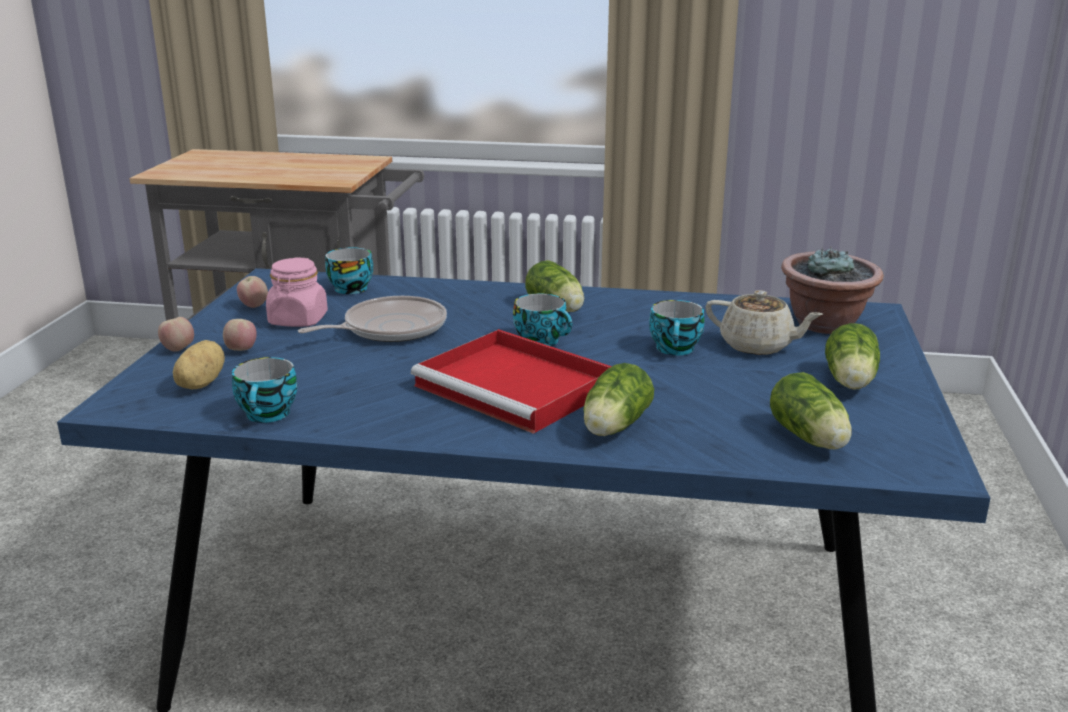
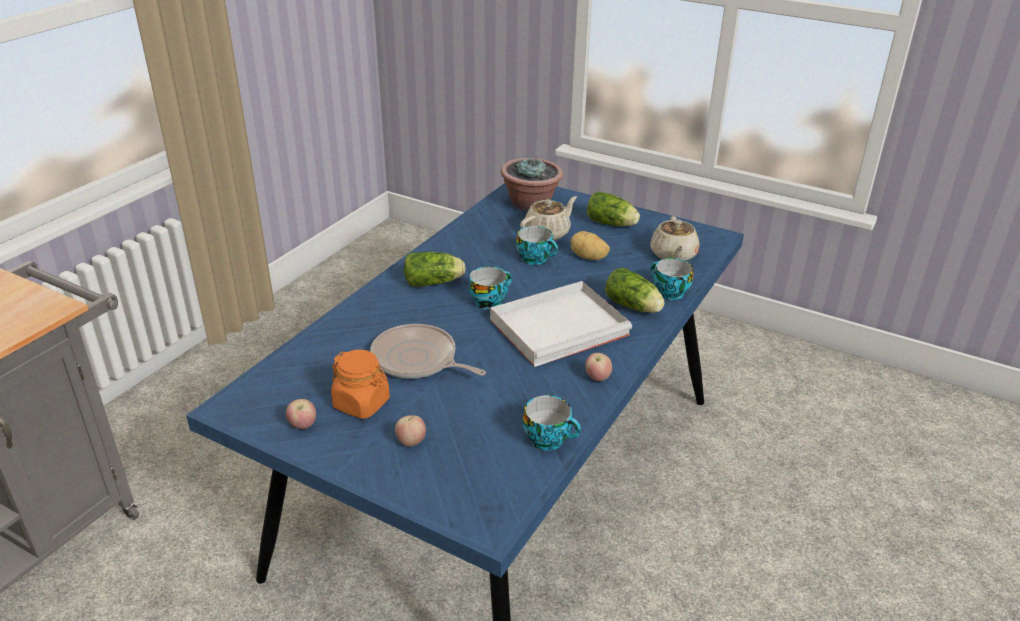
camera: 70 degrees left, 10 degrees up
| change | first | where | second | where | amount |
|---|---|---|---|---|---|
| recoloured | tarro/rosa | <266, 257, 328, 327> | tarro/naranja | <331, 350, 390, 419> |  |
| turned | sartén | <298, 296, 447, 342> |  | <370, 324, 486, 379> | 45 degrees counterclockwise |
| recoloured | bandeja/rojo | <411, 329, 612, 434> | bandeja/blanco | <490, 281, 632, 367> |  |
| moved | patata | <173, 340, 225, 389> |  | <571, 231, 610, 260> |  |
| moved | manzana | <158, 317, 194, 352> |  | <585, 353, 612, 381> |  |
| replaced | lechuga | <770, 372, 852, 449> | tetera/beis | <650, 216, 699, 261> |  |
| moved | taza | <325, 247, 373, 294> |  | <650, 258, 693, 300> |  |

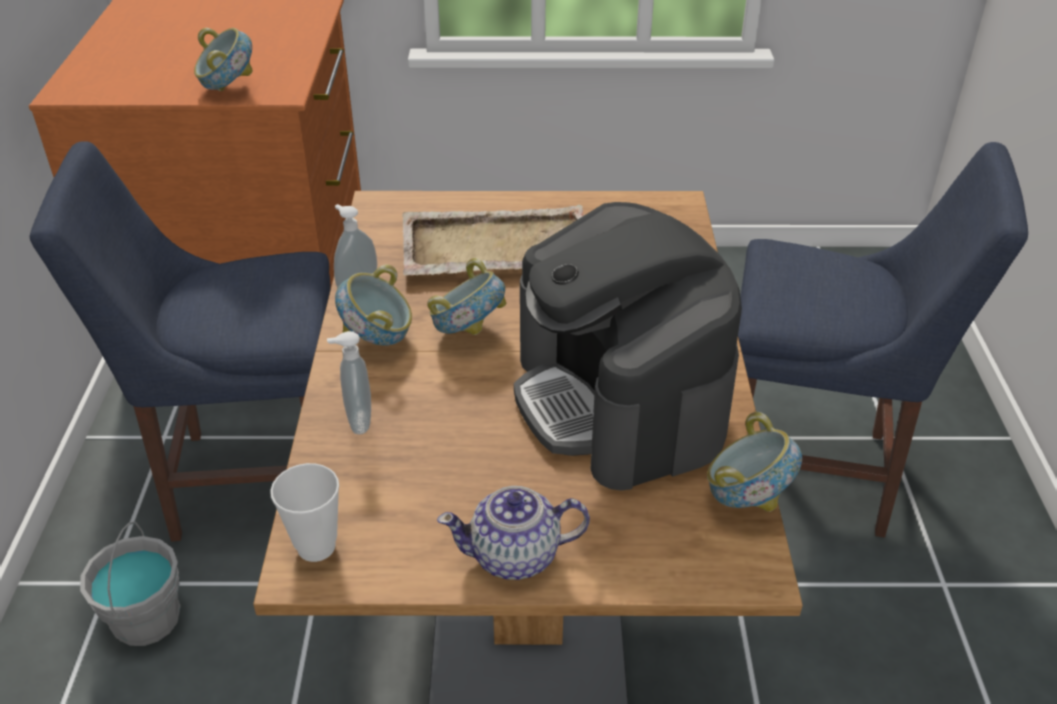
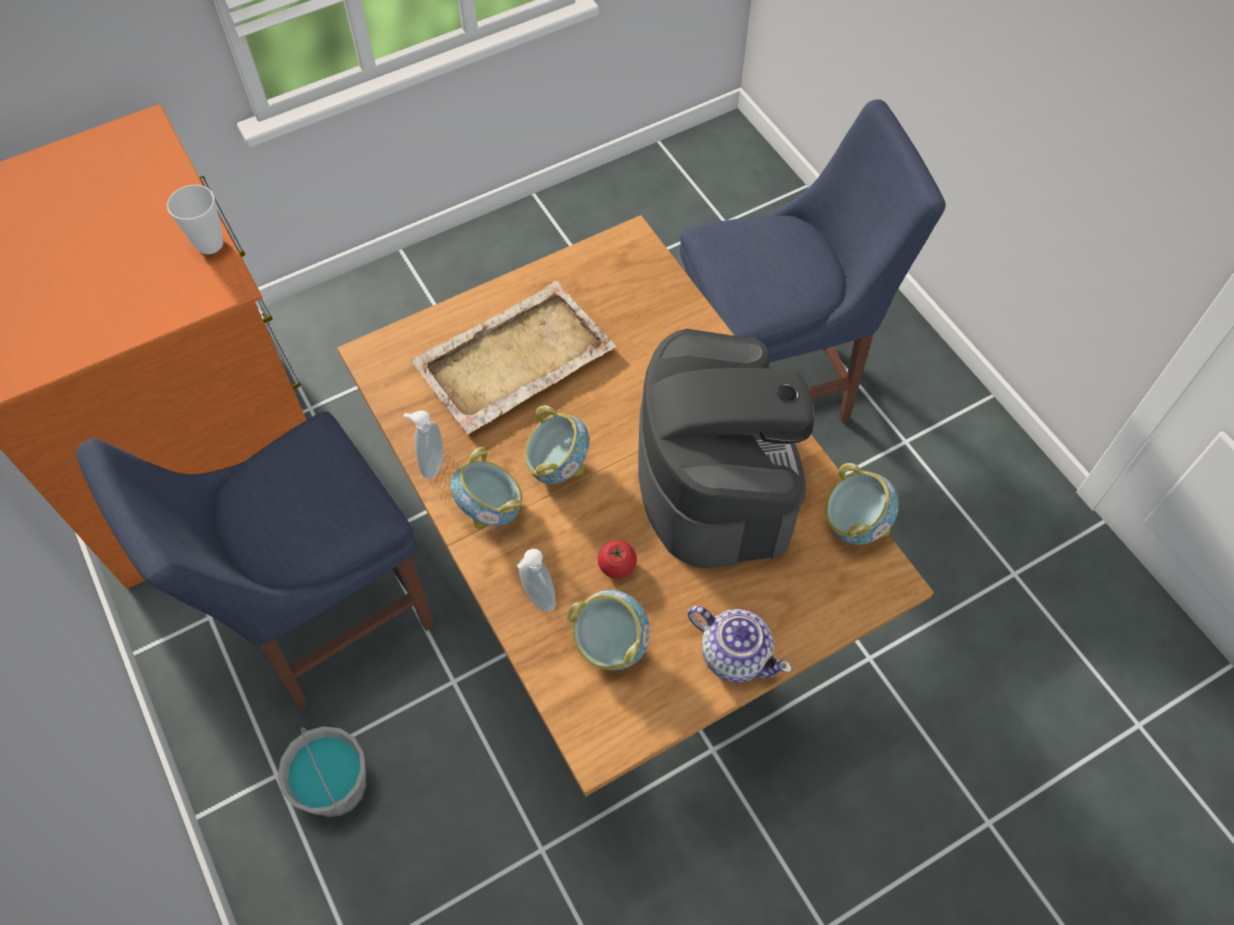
camera: 30 degrees left, 20 degrees up
| change | first | where | second | where | amount |
|---|---|---|---|---|---|
| moved | taza | <270, 463, 339, 562> |  | <167, 185, 223, 254> |  |
| moved | cuenco | <194, 28, 253, 91> |  | <566, 590, 650, 671> |  |
| added |  |  | tomate | <598, 540, 637, 579> |  |
| turned | cafetera | <514, 202, 742, 491> |  | <638, 329, 814, 568> | 135 degrees counterclockwise |
| turned | tetera | <437, 486, 590, 580> |  | <688, 606, 792, 683> | 105 degrees counterclockwise |

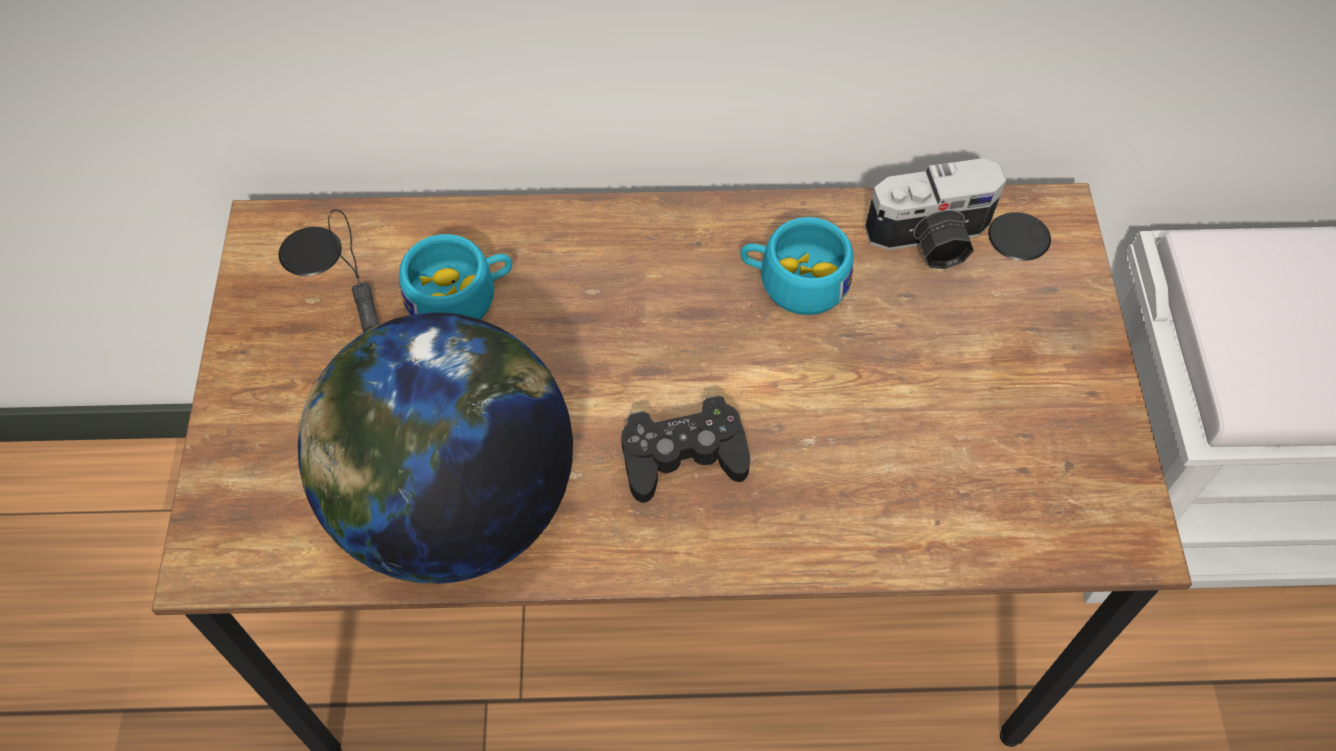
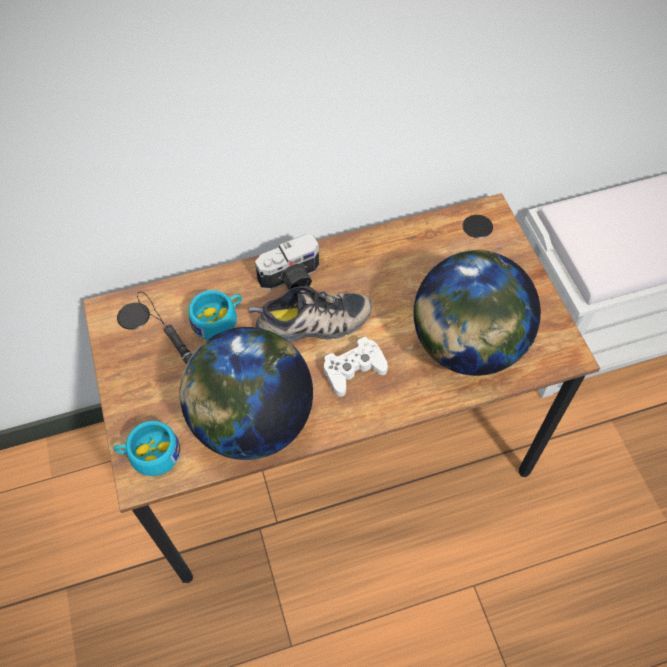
camera: 15 degrees left, 0 degrees up
| change | first | where | second | where | amount |
|---|---|---|---|---|---|
| moved | taza/turquesa | <740, 217, 853, 315> |  | <113, 421, 181, 476> |  |
| added |  |  | zapato | <249, 286, 372, 342> |  |
| moved | cámara | <865, 158, 1006, 269> |  | <255, 234, 319, 290> |  |
| recoloured | mando de consola/negro | <621, 395, 750, 503> | mando de consola/blanco | <324, 336, 388, 397> |  |
| added |  |  | globo terráqueo | <414, 250, 541, 376> |  |

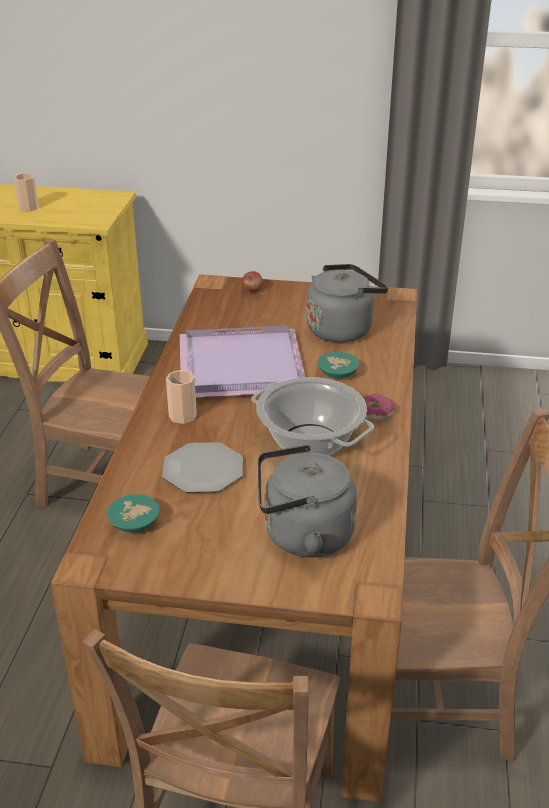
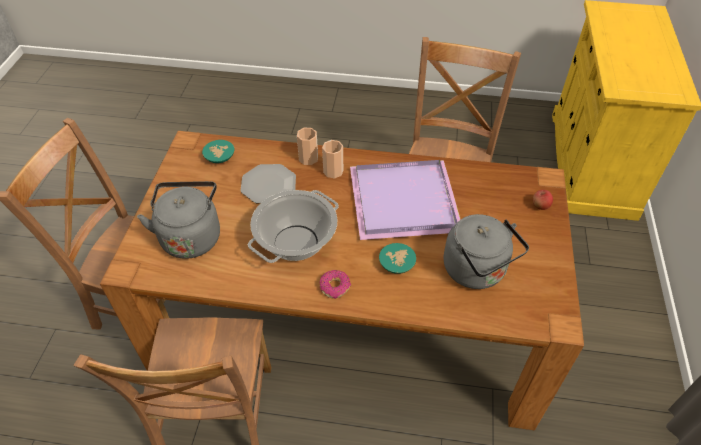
camera: 90 degrees right, 15 degrees up
| change | first | where | second | where | amount |
|---|---|---|---|---|---|
| moved | taza | <14, 173, 39, 211> |  | <297, 128, 318, 165> |  |

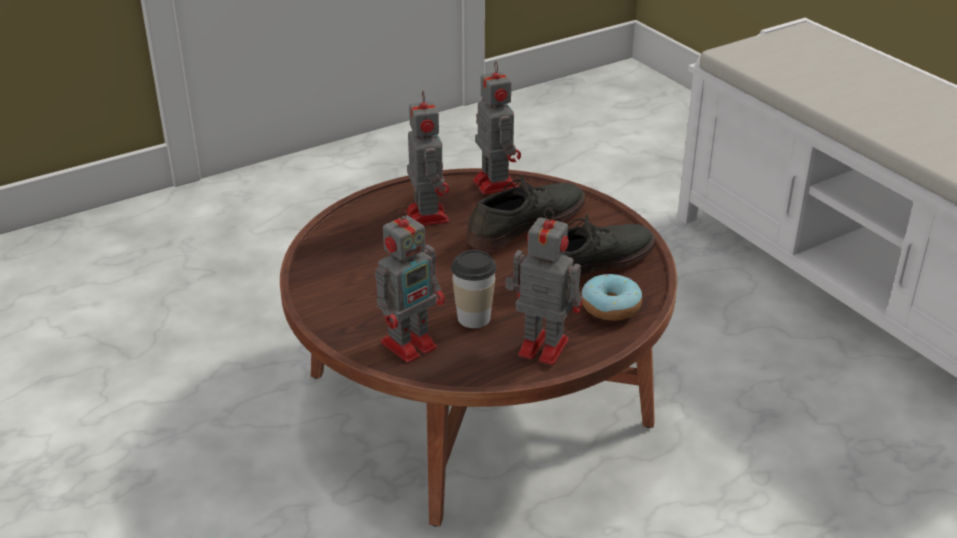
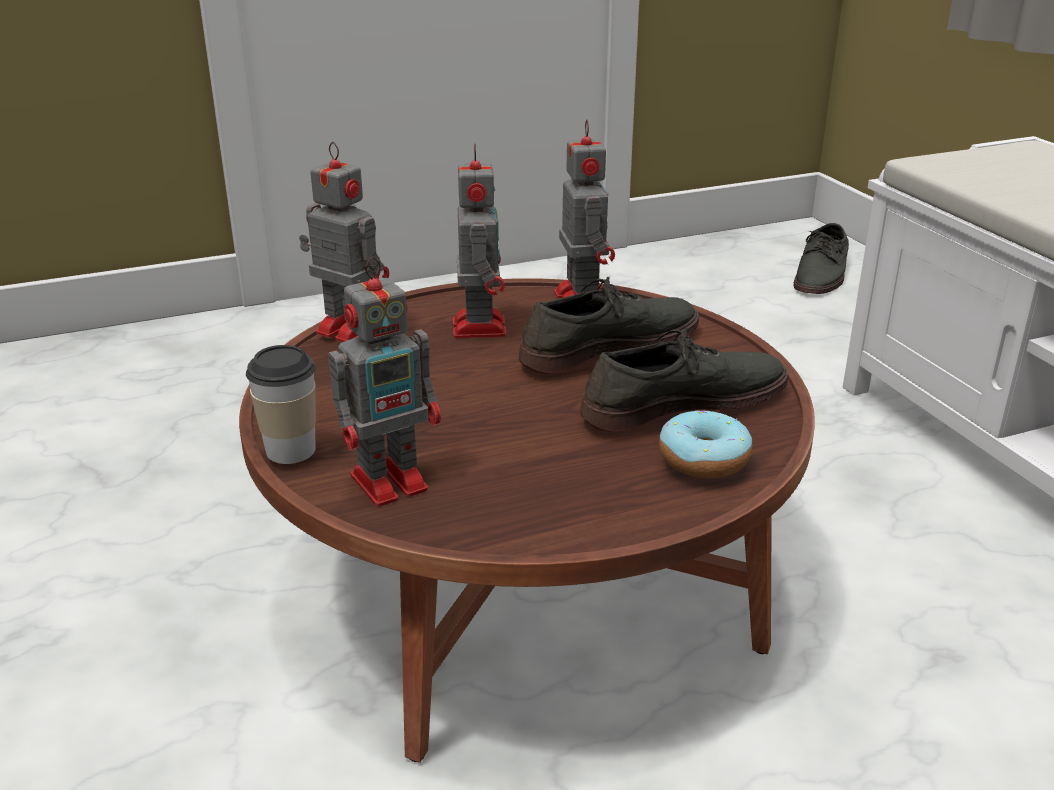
camera: 10 degrees right, 5 degrees down
| change | first | where | second | where | amount |
|---|---|---|---|---|---|
| moved | taza | <451, 250, 497, 328> |  | <246, 345, 316, 464> |  |
| moved | robot de juguete | <505, 207, 583, 365> |  | <299, 142, 389, 342> |  |
| added |  |  | zapato/gris | <793, 223, 849, 294> |  |

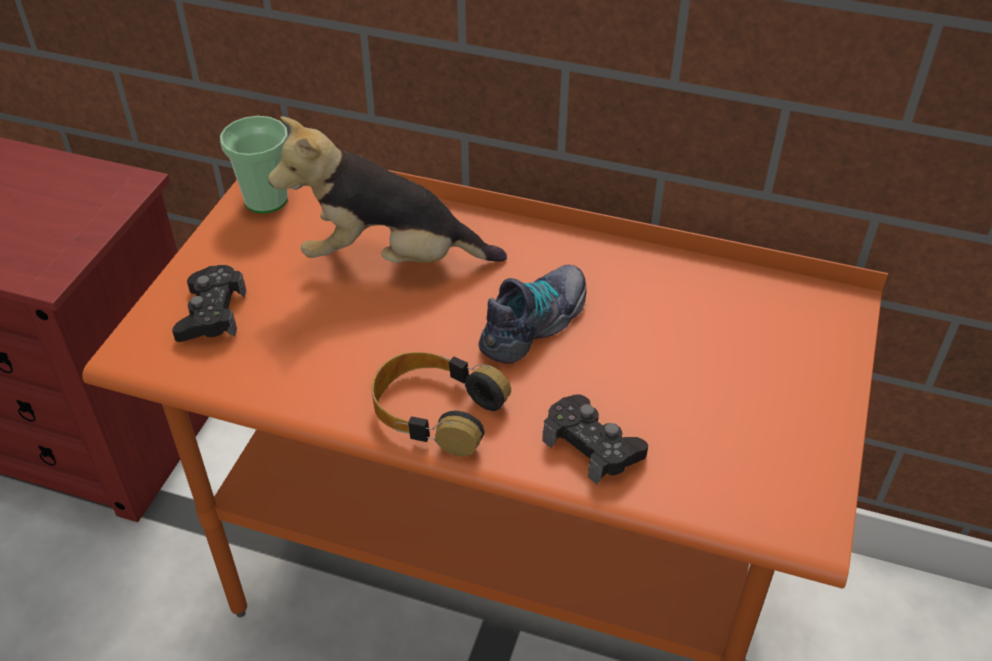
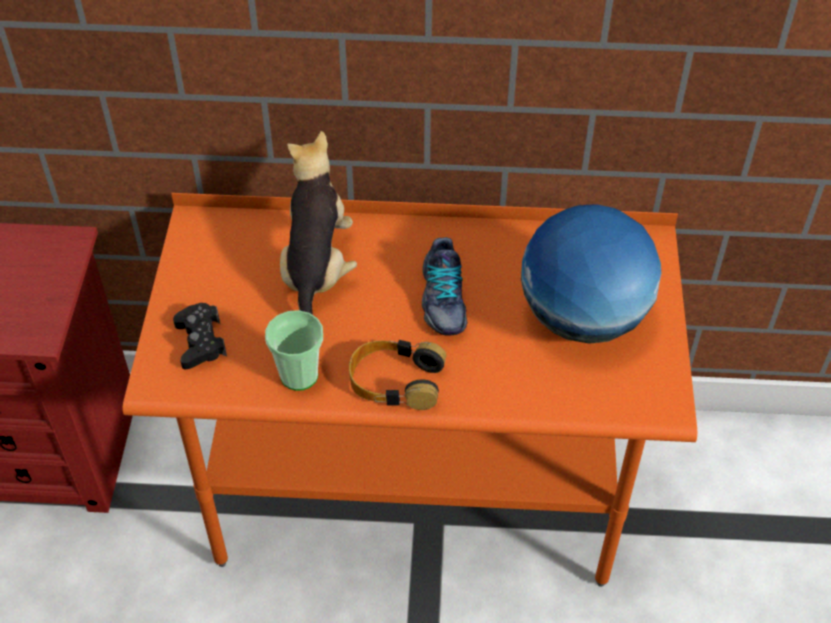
camera: 15 degrees left, 5 degrees up
| change | first | where | second | where | amount |
|---|---|---|---|---|---|
| moved | taza | <220, 116, 288, 214> |  | <265, 310, 323, 391> |  |
| turned | peluche | <268, 116, 507, 263> |  | <280, 131, 357, 315> | 105 degrees clockwise |
| turned | zapato | <478, 265, 586, 364> |  | <422, 237, 468, 336> | 150 degrees clockwise |
| added |  |  | globo terráqueo | <521, 204, 661, 344> |  |
| removed | mando de consola/negro | <542, 394, 648, 484> |  |  |  |

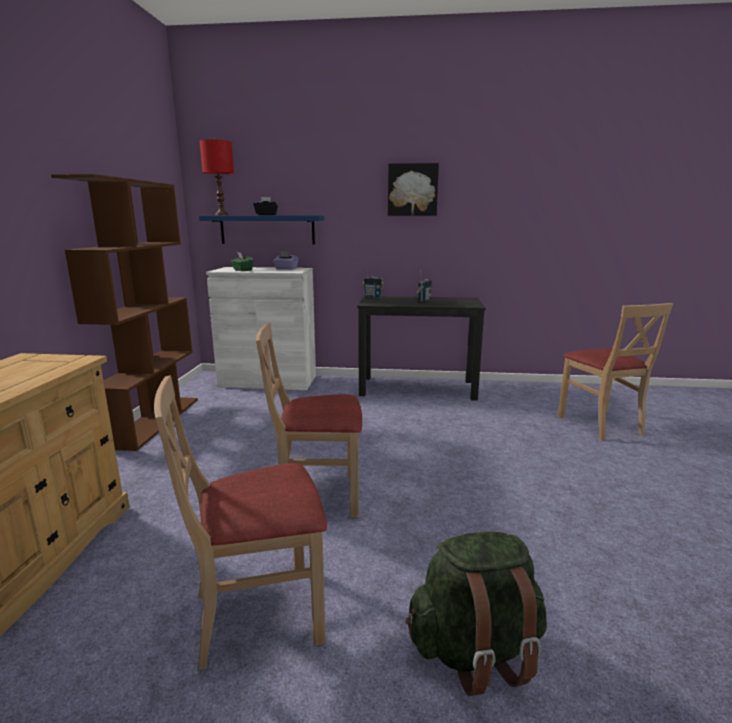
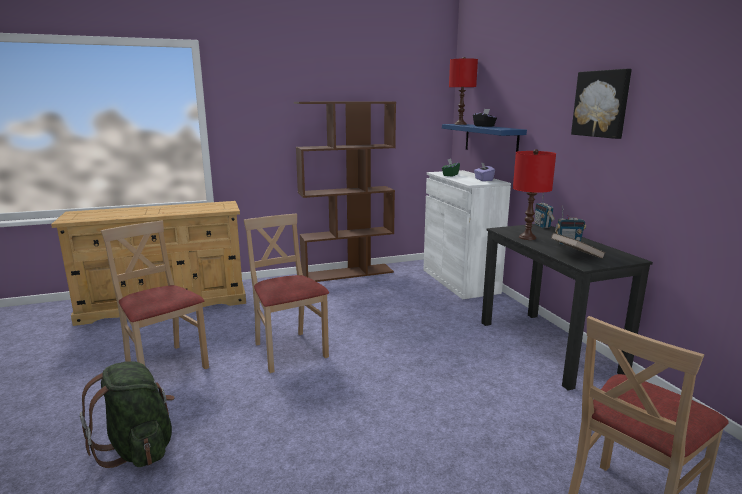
camera: 65 degrees right, 0 degrees up
| change | first | where | second | where | amount |
|---|---|---|---|---|---|
| added |  |  | lámpara de mesa/rojo | <513, 149, 556, 240> |  |
| added |  |  | libro/marrón | <551, 233, 605, 259> |  |

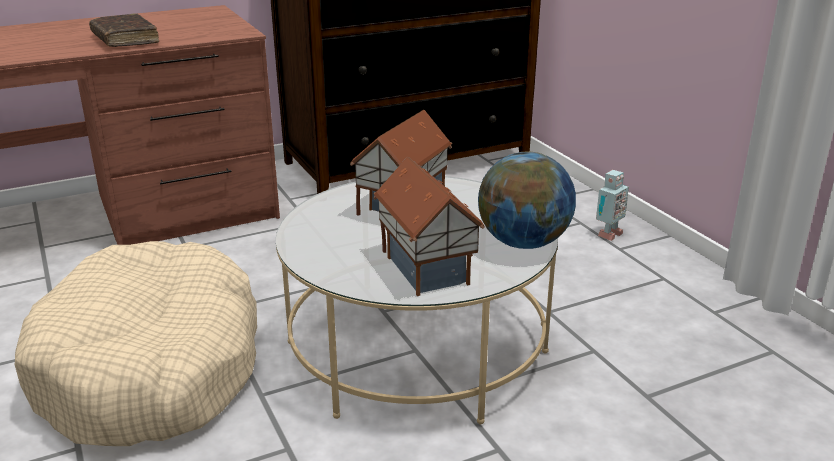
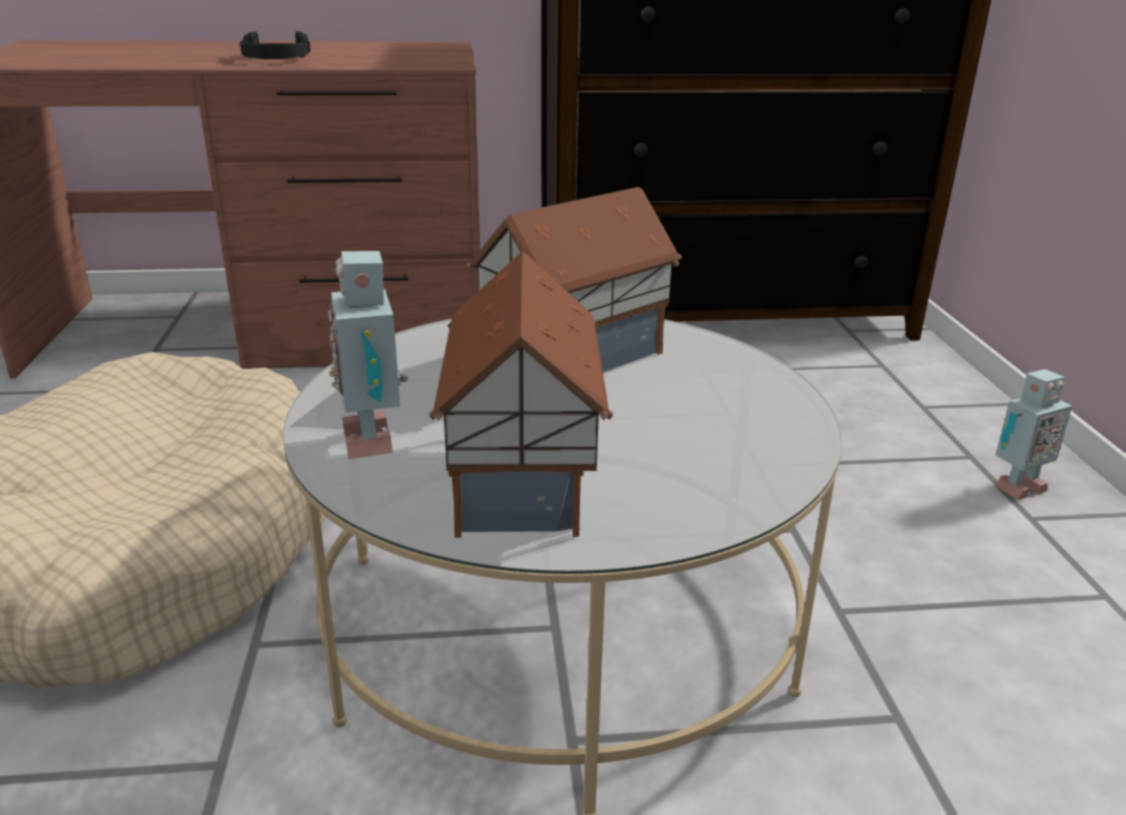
camera: 20 degrees right, 0 degrees up
| change | first | where | second | where | amount |
|---|---|---|---|---|---|
| replaced | libro/marrón | <89, 13, 159, 47> | auriculares/negro | <239, 31, 310, 59> |  |
| added |  |  | robot de juguete | <328, 251, 408, 459> |  |
| removed | globo terráqueo | <478, 152, 576, 249> |  |  |  |

